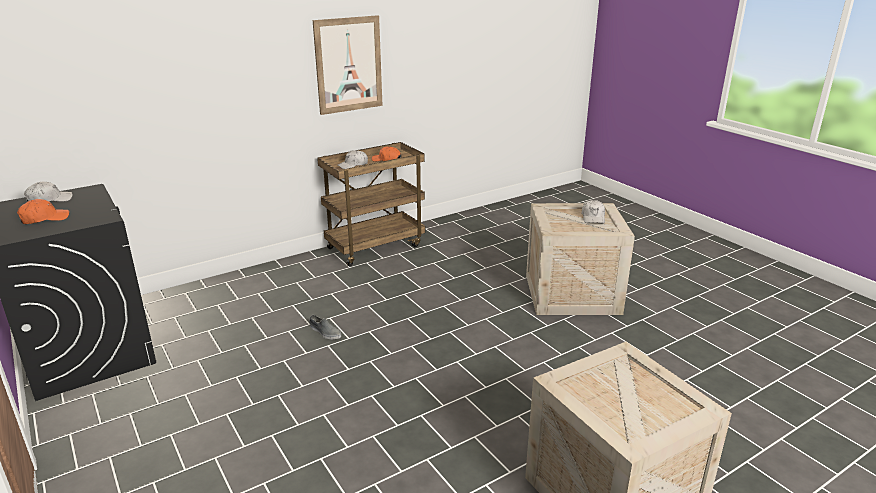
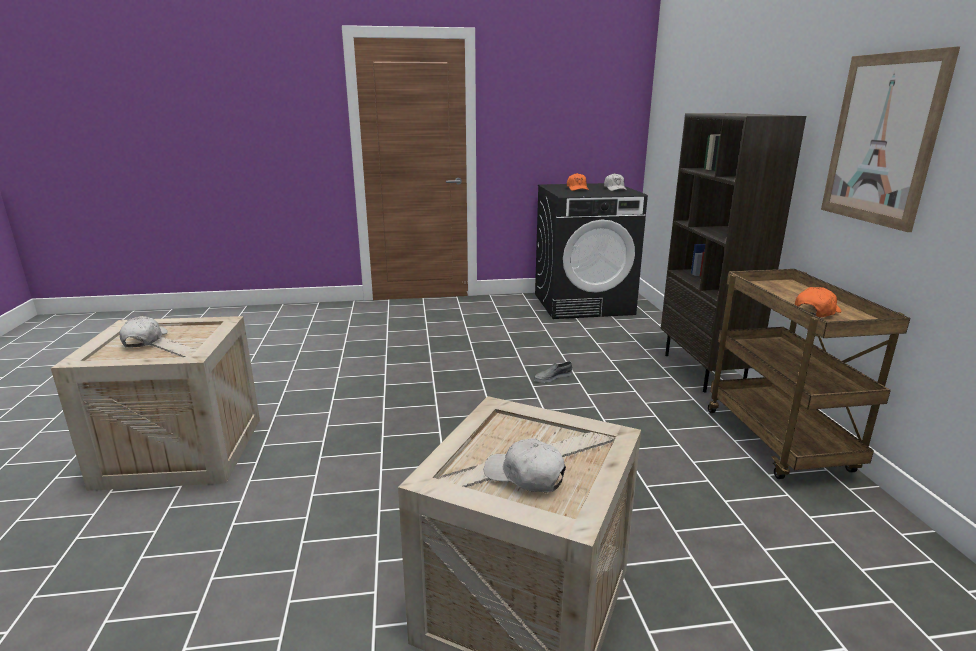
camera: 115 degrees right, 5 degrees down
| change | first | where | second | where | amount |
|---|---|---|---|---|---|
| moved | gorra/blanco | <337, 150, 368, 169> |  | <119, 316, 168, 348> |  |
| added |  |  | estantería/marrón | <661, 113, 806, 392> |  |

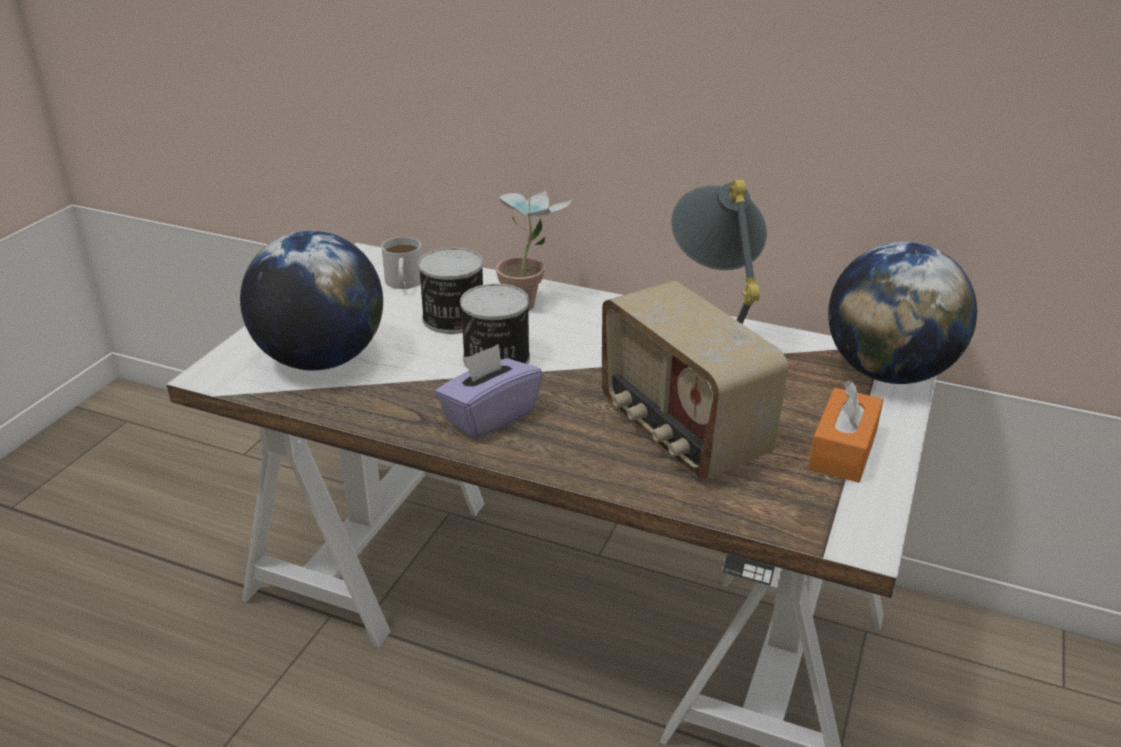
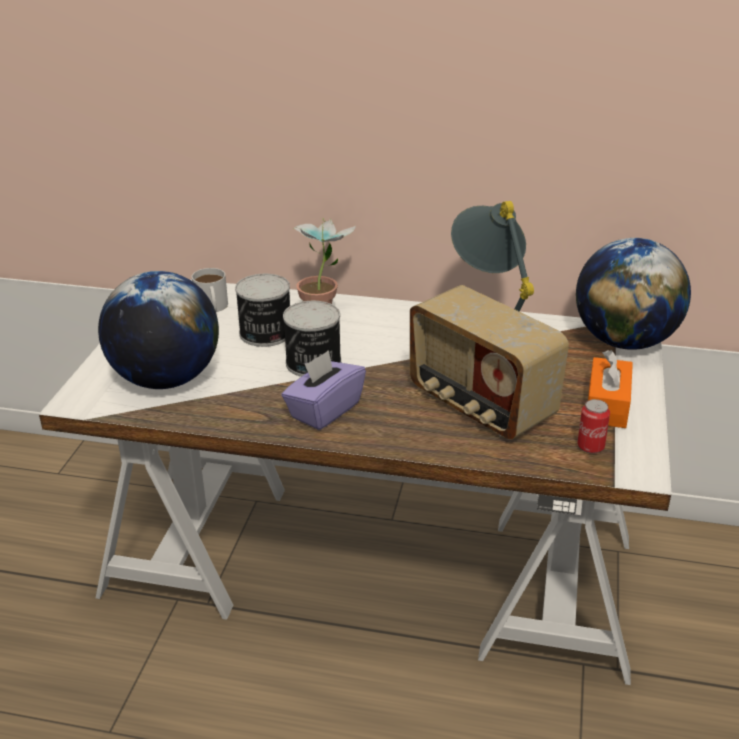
camera: 10 degrees left, 0 degrees up
| change | first | where | second | where | amount |
|---|---|---|---|---|---|
| added |  |  | lata | <577, 399, 610, 454> |  |

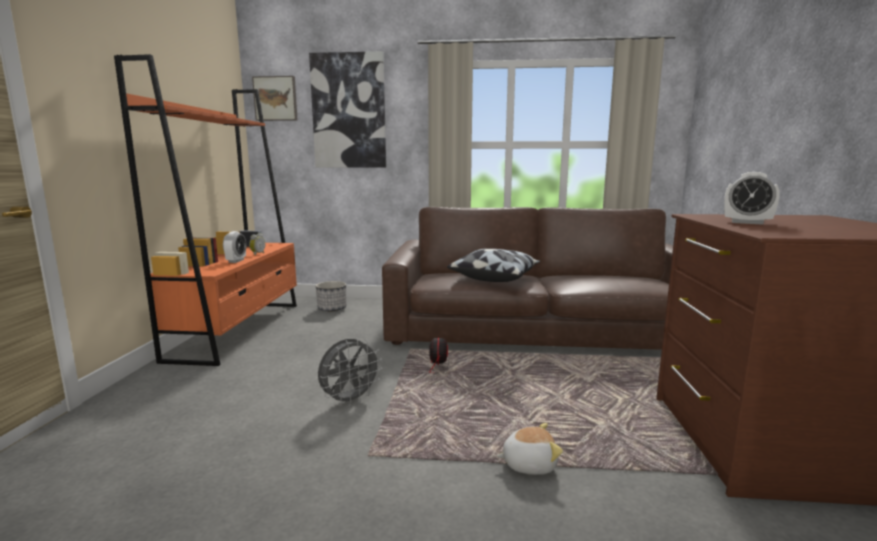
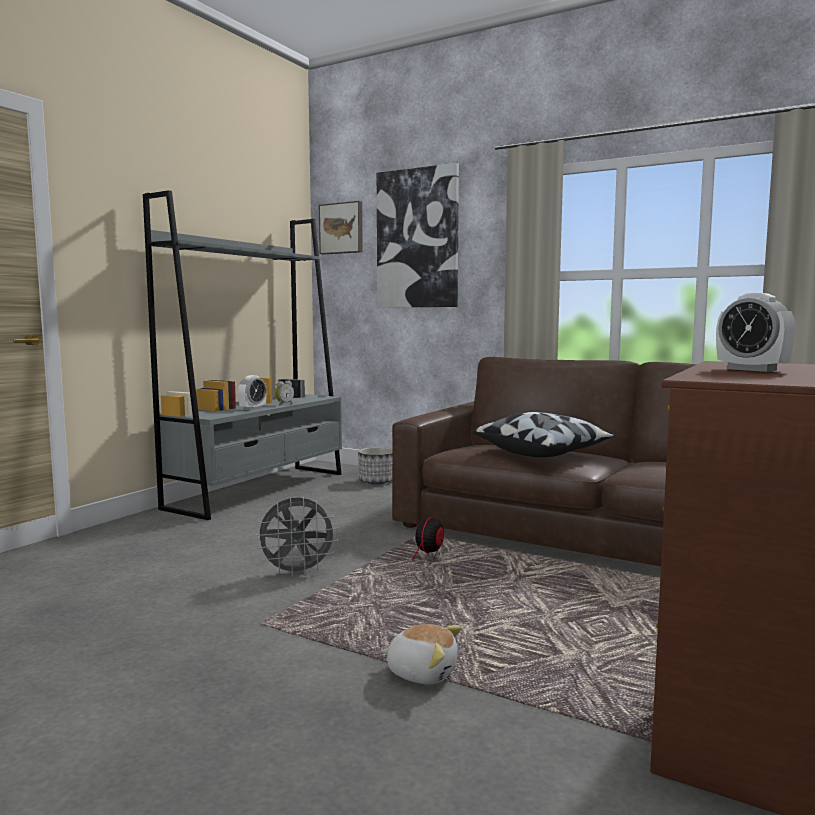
camera: 25 degrees right, 5 degrees down
| change | first | where | second | where | amount |
|---|---|---|---|---|---|
| recoloured | estantería/naranja | <114, 54, 297, 366> | estantería/gris | <143, 190, 342, 520> |  |

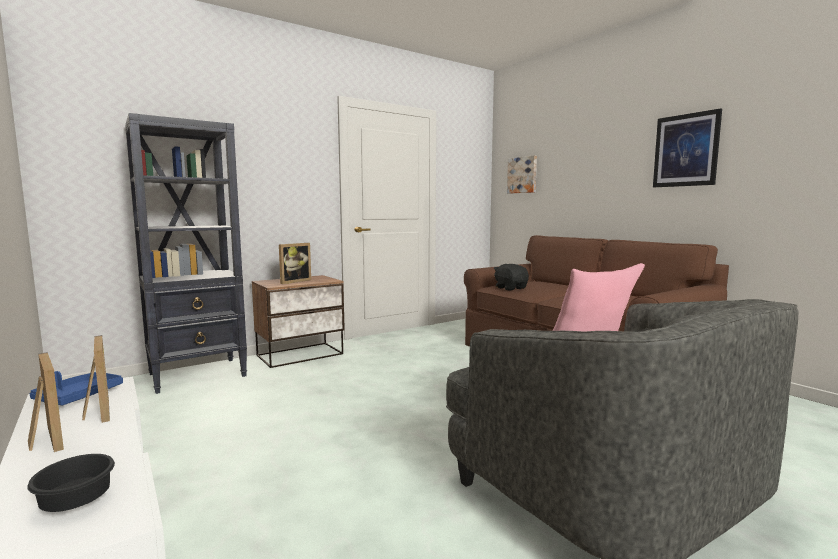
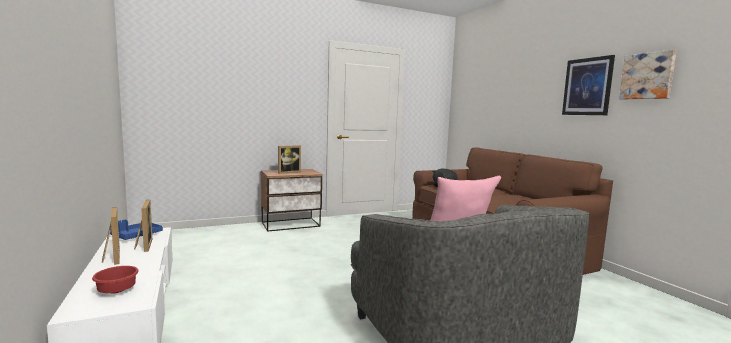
camera: 10 degrees right, 0 degrees up
| change | first | where | second | where | amount |
|---|---|---|---|---|---|
| recoloured | cuenco/negro | <27, 454, 115, 512> | cuenco/rojo | <92, 266, 139, 293> |  |
| moved | cuadro | <507, 155, 537, 194> |  | <619, 50, 677, 100> |  |
| removed | estantería/negro | <125, 113, 247, 394> |  |  |  |

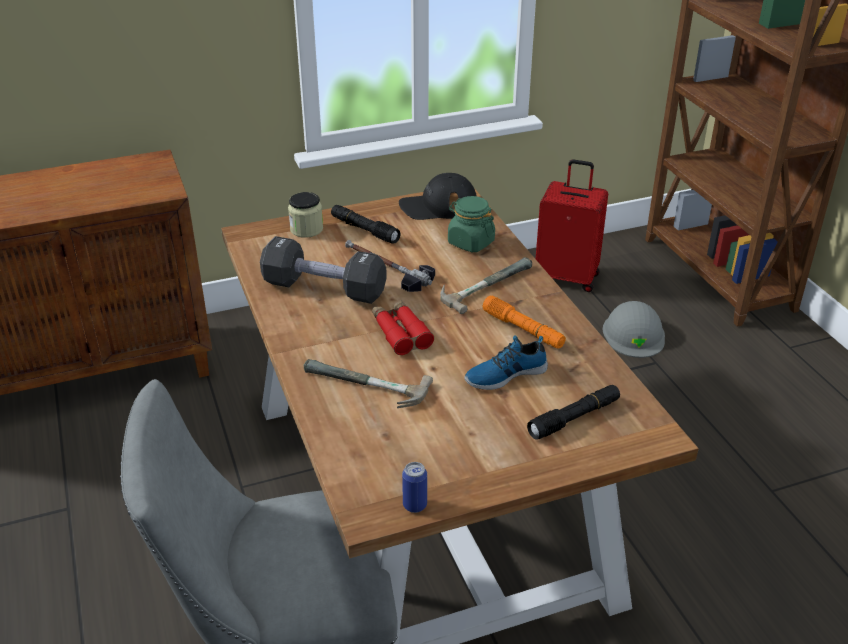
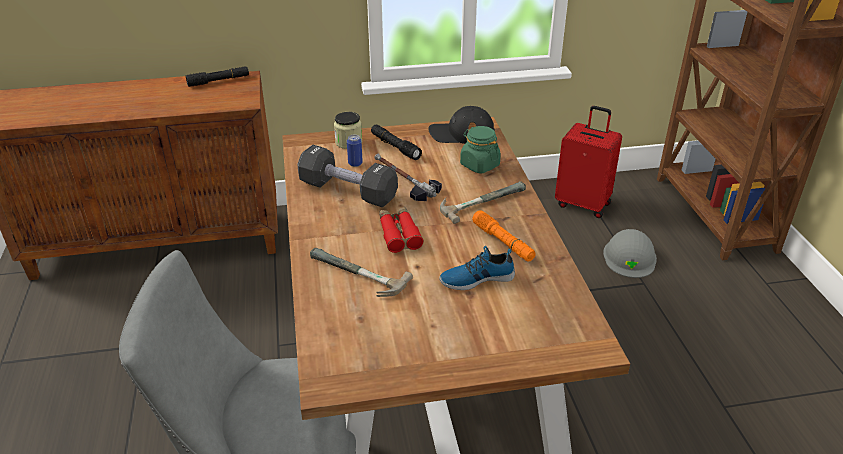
camera: 10 degrees right, 0 degrees up
| change | first | where | second | where | amount |
|---|---|---|---|---|---|
| moved | linterna/negro | <527, 385, 620, 440> |  | <186, 66, 249, 87> |  |
| moved | lata | <402, 462, 427, 513> |  | <347, 134, 363, 167> |  |

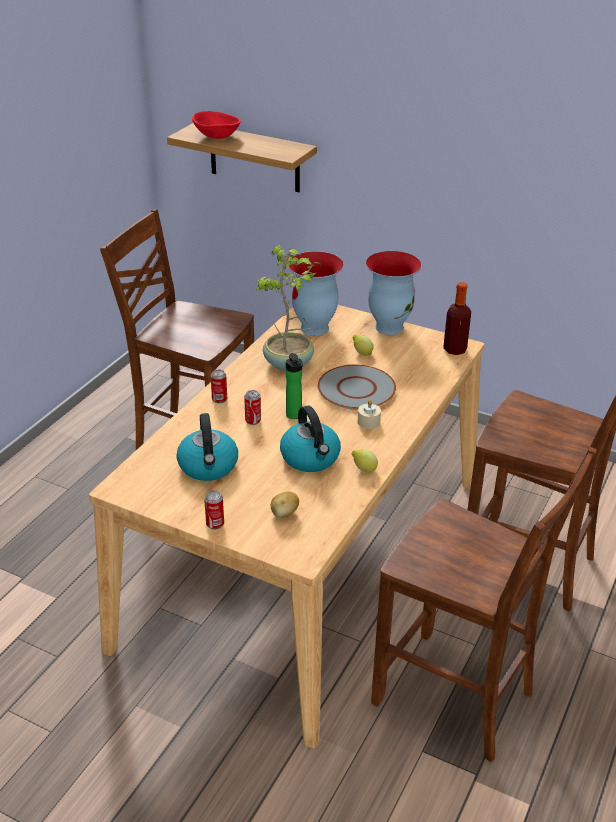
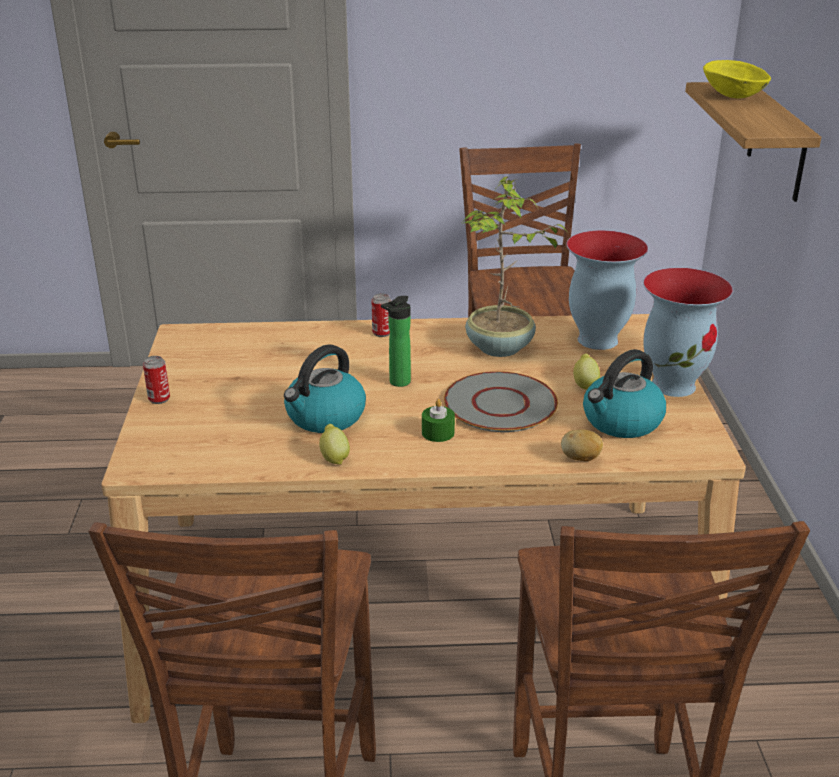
camera: 60 degrees right, 5 degrees down
| change | first | where | second | where | amount |
|---|---|---|---|---|---|
| recoloured | vela/beis | <358, 400, 381, 429> | vela/verde | <422, 399, 455, 442> |  |
| moved | patata | <271, 491, 299, 518> |  | <561, 429, 603, 461> |  |
| moved | hervidor | <177, 413, 238, 481> |  | <583, 349, 666, 438> |  |
| recoloured | cuenco/rojo | <192, 111, 241, 139> | cuenco/amarillo | <703, 60, 771, 98> |  |
| removed | lata | <244, 390, 261, 425> |  |  |  |
| removed | botella | <443, 282, 471, 355> |  |  |  |

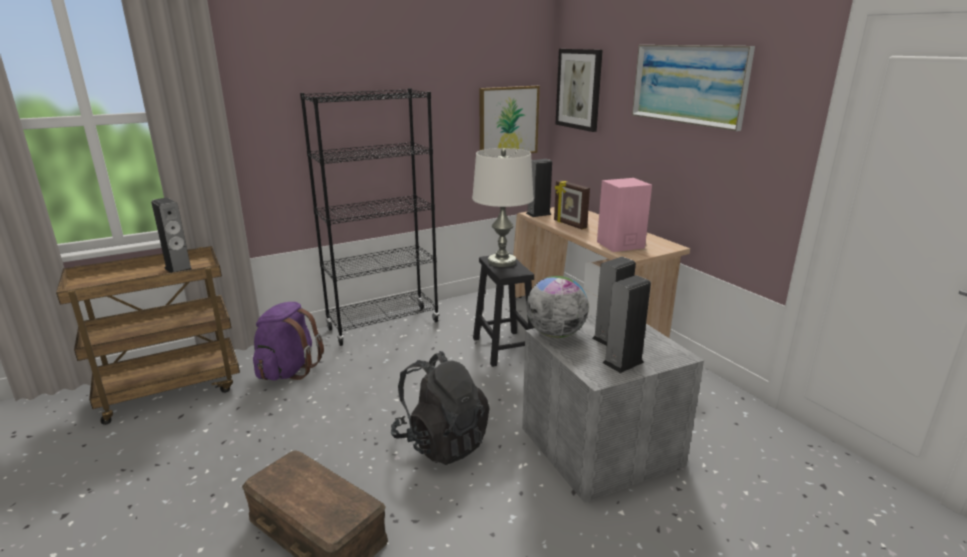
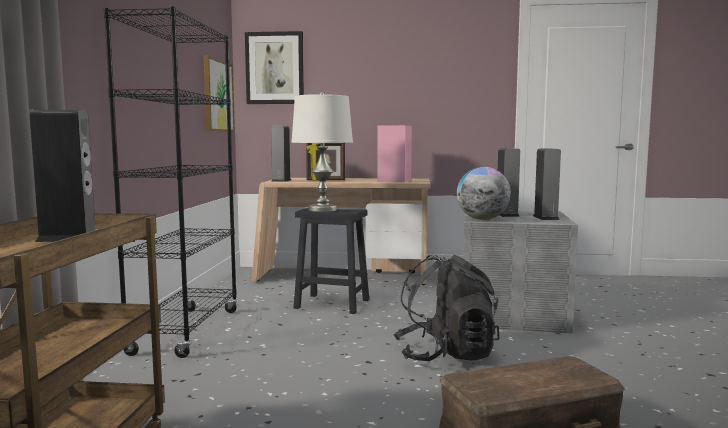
camera: 55 degrees left, 15 degrees down
| change | first | where | second | where | amount |
|---|---|---|---|---|---|
| removed | mochila/morado | <253, 302, 324, 381> |  |  |  |
| removed | cuadro | <632, 45, 755, 131> |  |  |  |

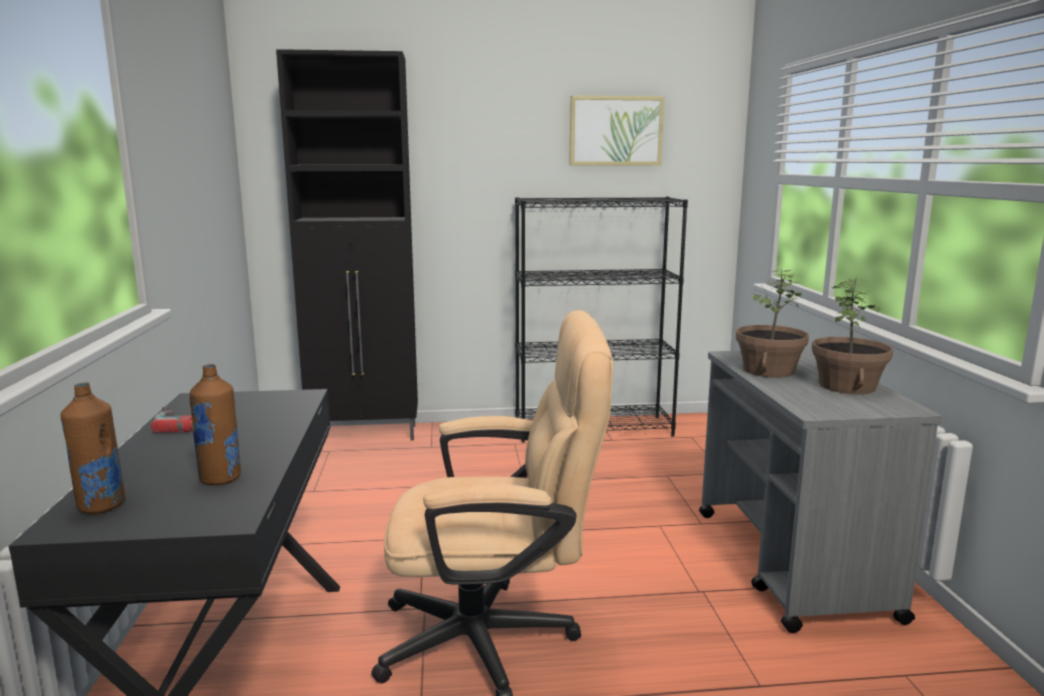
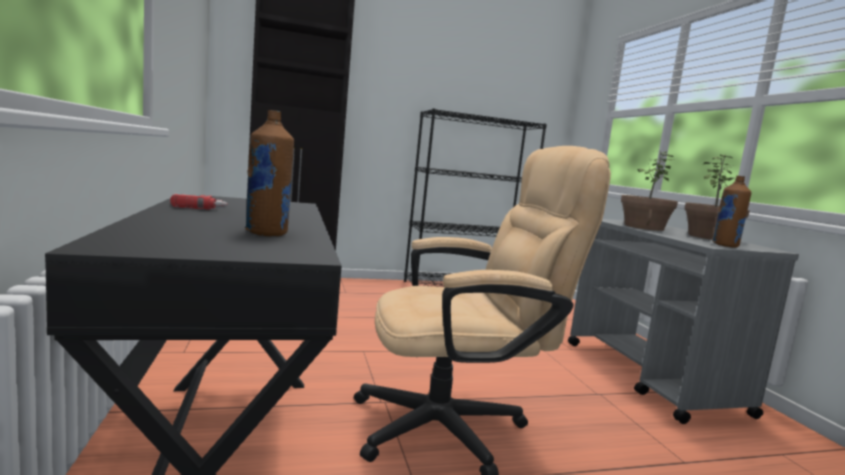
camera: 10 degrees left, 5 degrees down
| change | first | where | second | where | amount |
|---|---|---|---|---|---|
| moved | botella/marrón | <60, 382, 126, 514> |  | <712, 176, 751, 248> |  |
| removed | cuadro | <569, 96, 664, 166> |  |  |  |

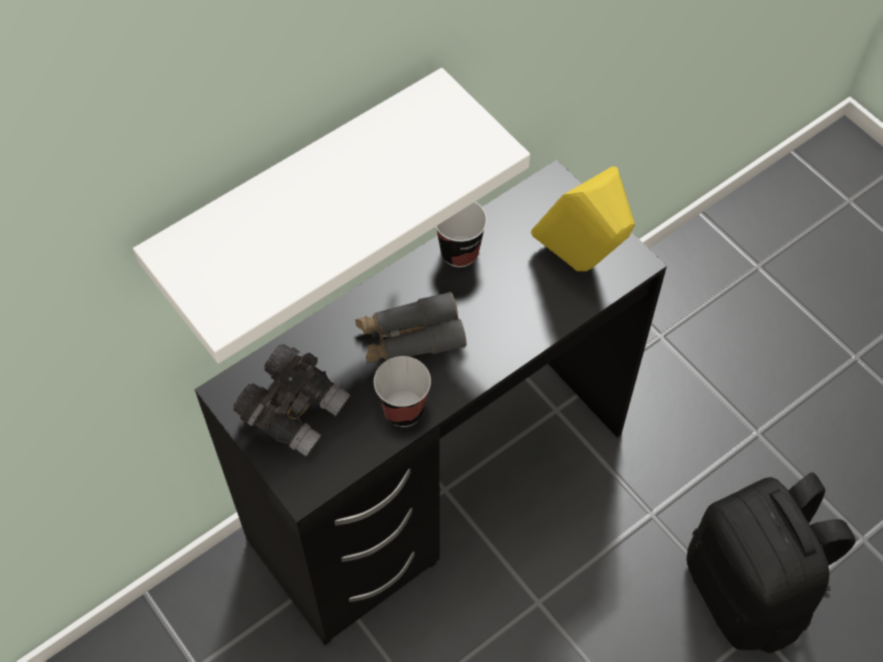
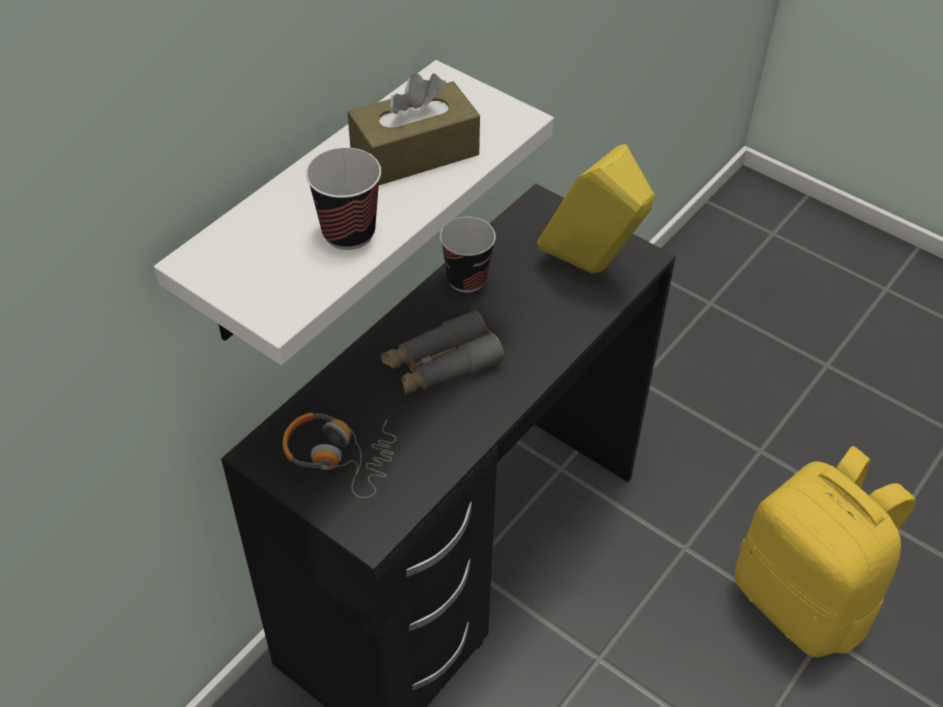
camera: 15 degrees left, 10 degrees down
| change | first | where | second | where | amount |
|---|---|---|---|---|---|
| replaced | prismáticos/gris | <234, 344, 350, 457> | auriculares | <282, 412, 396, 498> |  |
| moved | taza | <374, 356, 431, 427> |  | <306, 147, 381, 250> |  |
| added |  |  | caja de pañuelos/marrón | <347, 73, 480, 185> |  |
| recoloured | mochila/negro | <687, 472, 856, 653> | mochila/amarillo | <735, 446, 916, 657> |  |

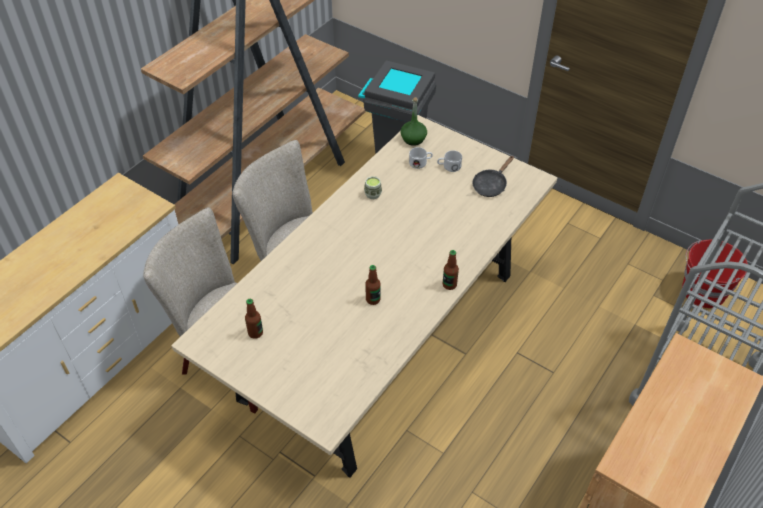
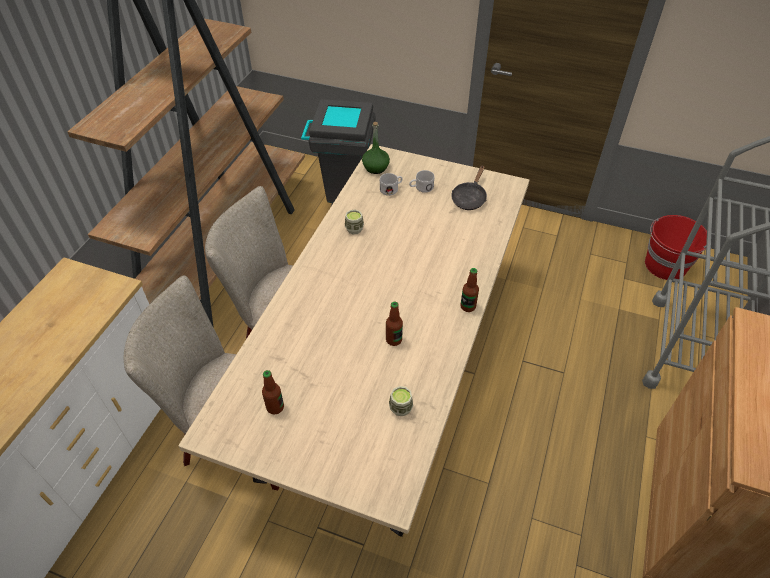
camera: 15 degrees left, 0 degrees up
| change | first | where | second | where | amount |
|---|---|---|---|---|---|
| added |  |  | taza | <389, 386, 413, 416> |  |

